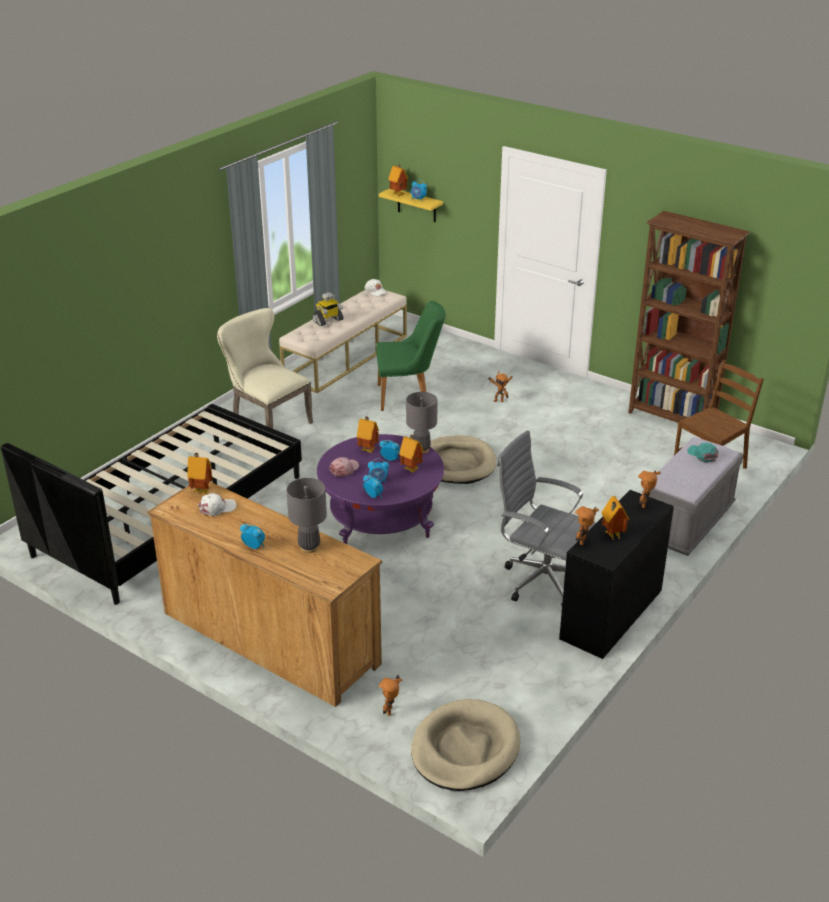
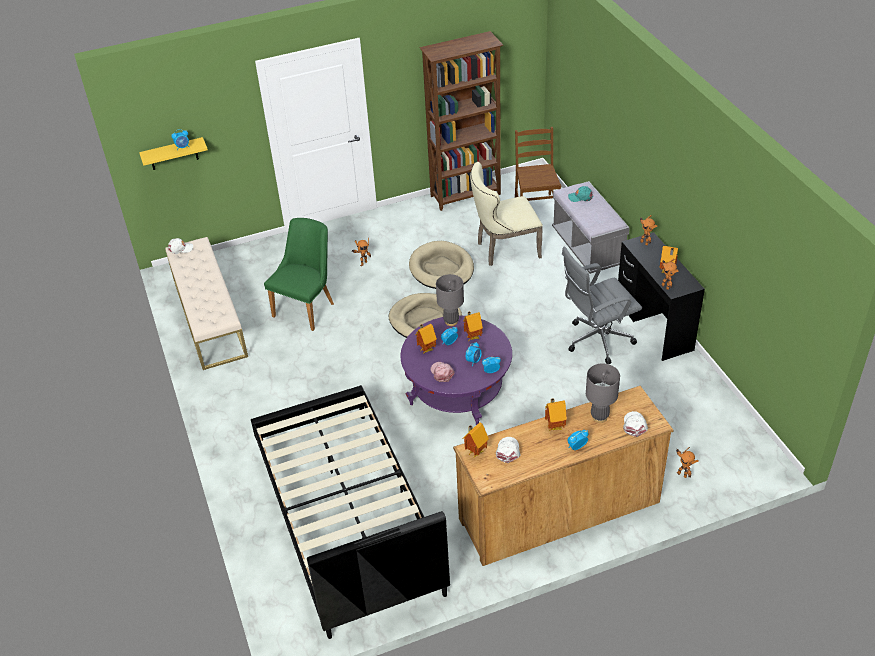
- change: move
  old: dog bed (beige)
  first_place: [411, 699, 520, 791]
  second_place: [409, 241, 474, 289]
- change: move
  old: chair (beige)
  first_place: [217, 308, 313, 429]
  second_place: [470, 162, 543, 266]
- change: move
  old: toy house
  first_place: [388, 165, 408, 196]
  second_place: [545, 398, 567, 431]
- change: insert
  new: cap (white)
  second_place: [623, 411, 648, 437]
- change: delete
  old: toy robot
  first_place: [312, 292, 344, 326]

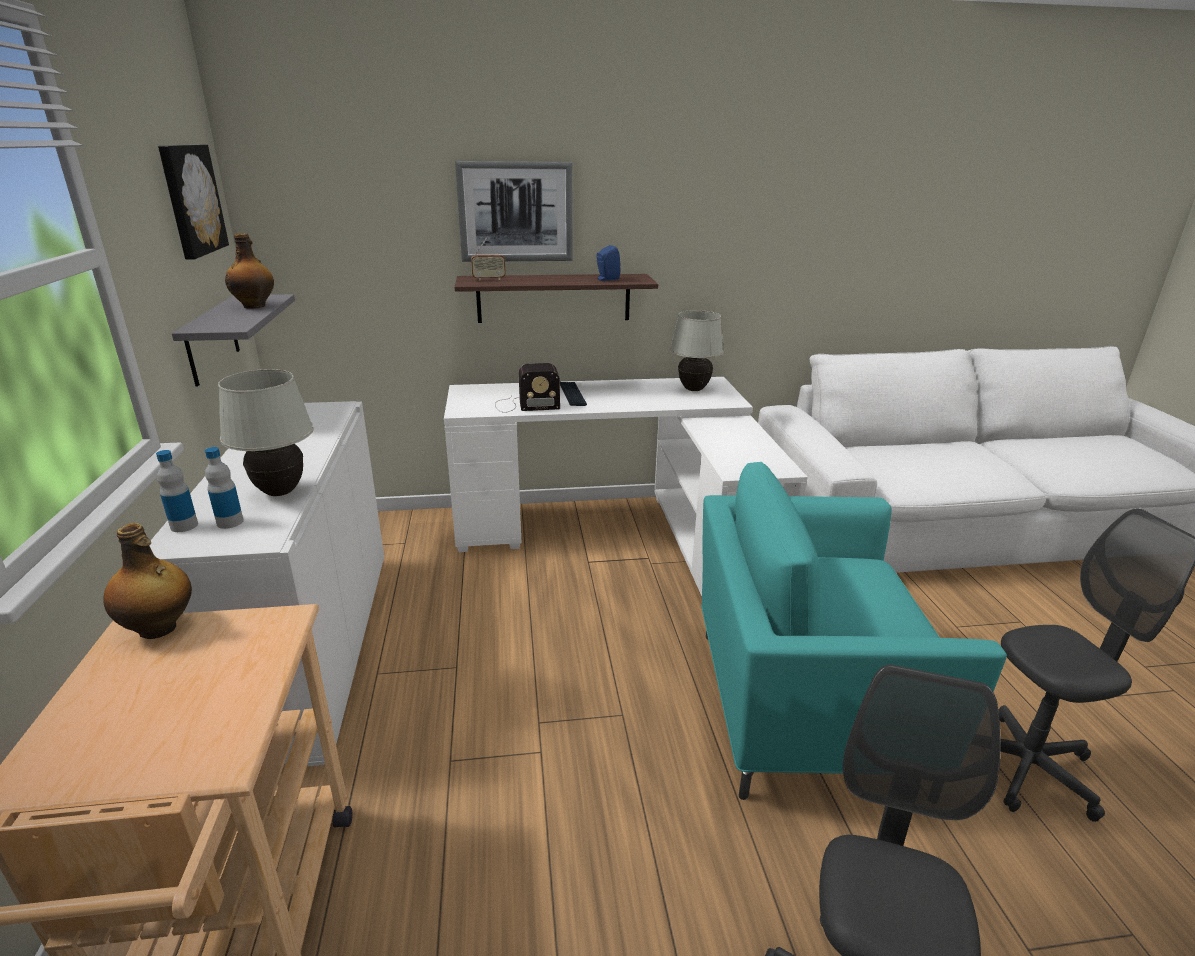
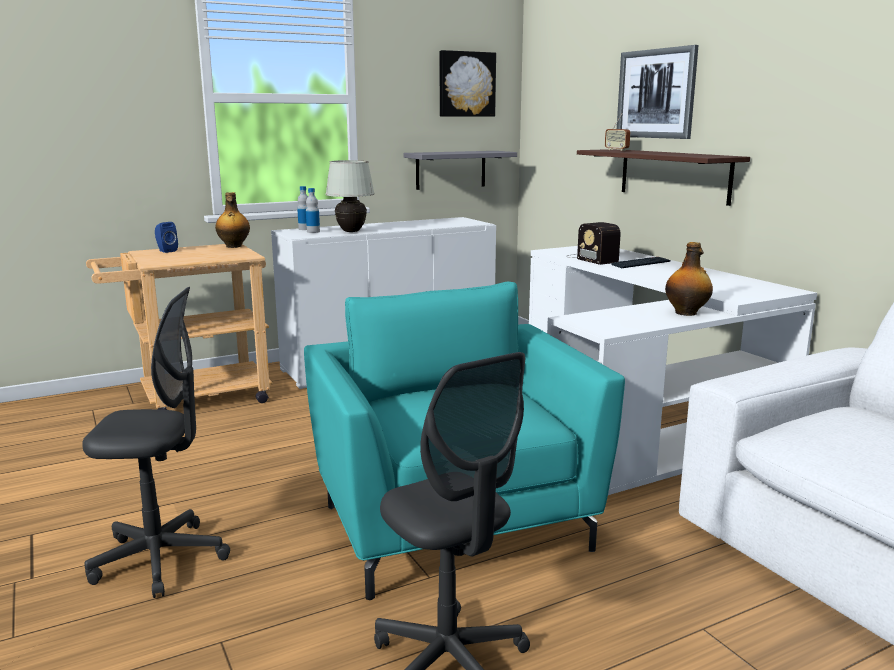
- change: move
  old: speaker (blue)
  first_place: [597, 245, 620, 281]
  second_place: [155, 222, 178, 253]
- change: move
  old: bottle
  first_place: [225, 233, 274, 309]
  second_place: [665, 242, 713, 316]
- change: delete
  old: table lamp (white)
  first_place: [670, 310, 724, 391]

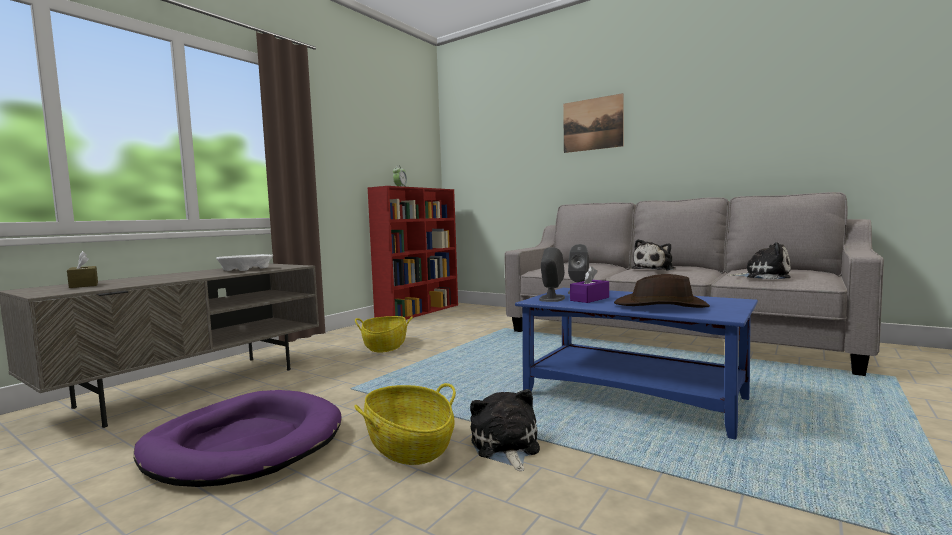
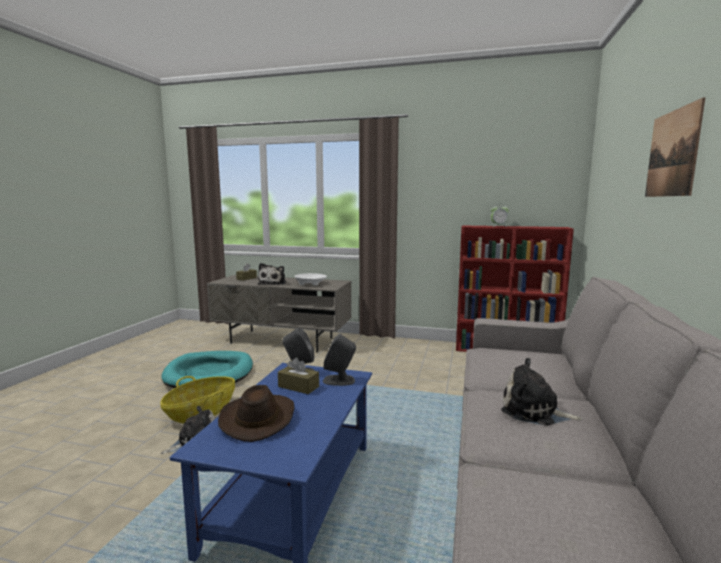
- change: recolor
  old: dog bed (purple)
  new: dog bed (turquoise)
  first_place: [134, 390, 342, 487]
  second_place: [162, 351, 253, 388]
- change: move
  old: plush toy
  first_place: [728, 242, 791, 279]
  second_place: [258, 263, 286, 285]
- change: recolor
  old: tissue box (purple)
  new: tissue box (brown)
  first_place: [570, 266, 609, 303]
  second_place: [278, 357, 319, 394]
- change: delete
  old: basket
  first_place: [355, 316, 413, 352]

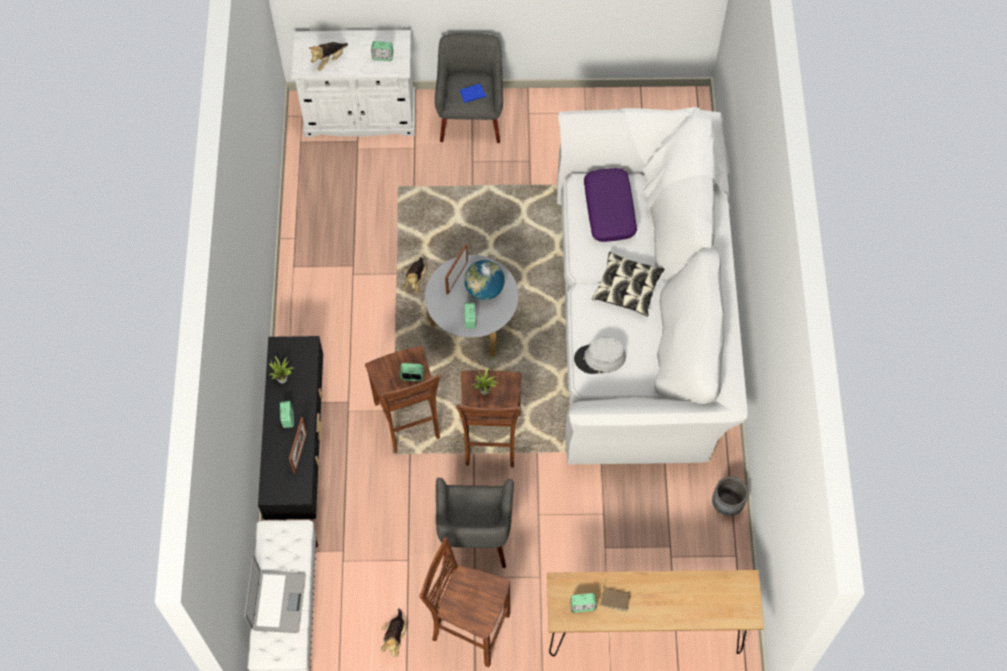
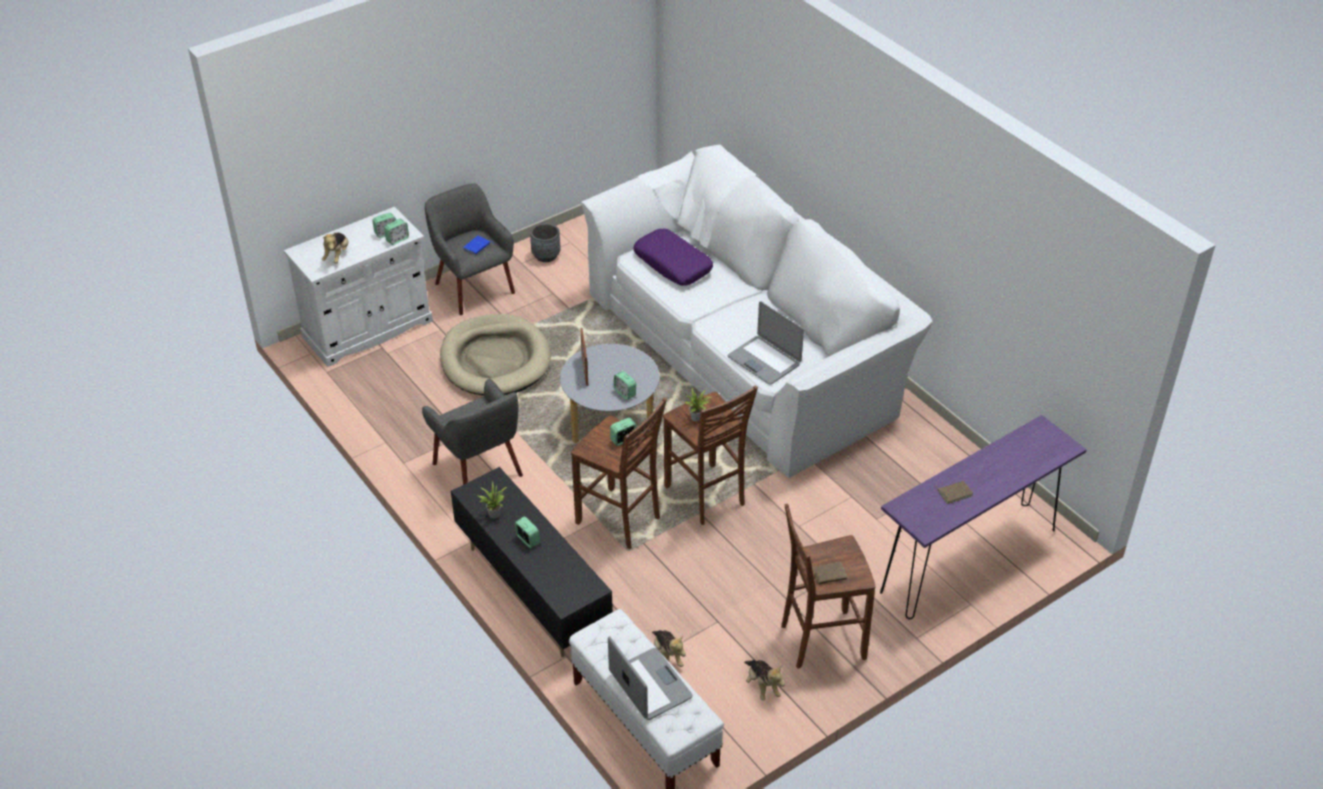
- change: move
  old: alarm clock
  first_place: [570, 593, 596, 613]
  second_place: [384, 219, 409, 245]
- change: move
  old: armchair (grey)
  first_place: [436, 478, 514, 568]
  second_place: [422, 378, 523, 485]
- change: insert
  new: dog bed (beige)
  second_place: [440, 314, 551, 396]
- change: move
  old: planter (grey)
  first_place: [712, 476, 748, 516]
  second_place: [530, 223, 561, 262]
- change: move
  old: plush toy
  first_place: [403, 257, 427, 294]
  second_place: [652, 630, 686, 667]
- change: replace
  old: hat (grey)
  new: laptop
  first_place: [574, 337, 626, 374]
  second_place: [728, 301, 804, 384]
- change: insert
  new: book (brown)
  second_place: [812, 562, 849, 584]
- change: recolor
  old: console table (brown)
  new: console table (purple)
  first_place: [547, 570, 764, 656]
  second_place: [880, 415, 1086, 619]
- change: delete
  old: picture frame
  first_place: [289, 417, 307, 473]
- change: delete
  old: globe
  first_place: [464, 260, 505, 300]
- change: delete
  old: pillow
  first_place: [592, 252, 664, 317]

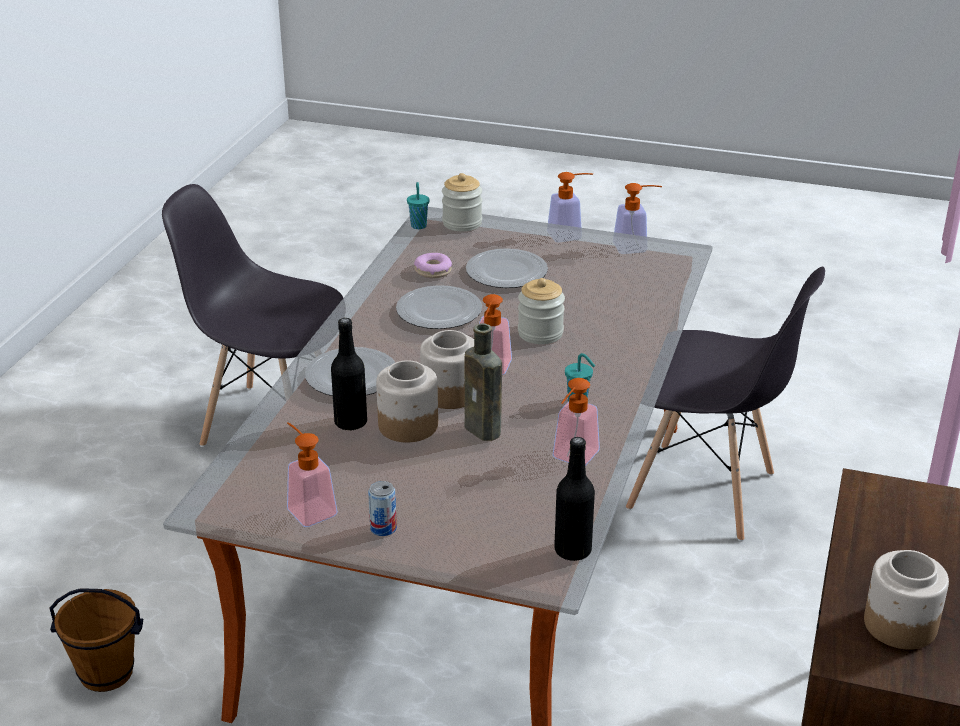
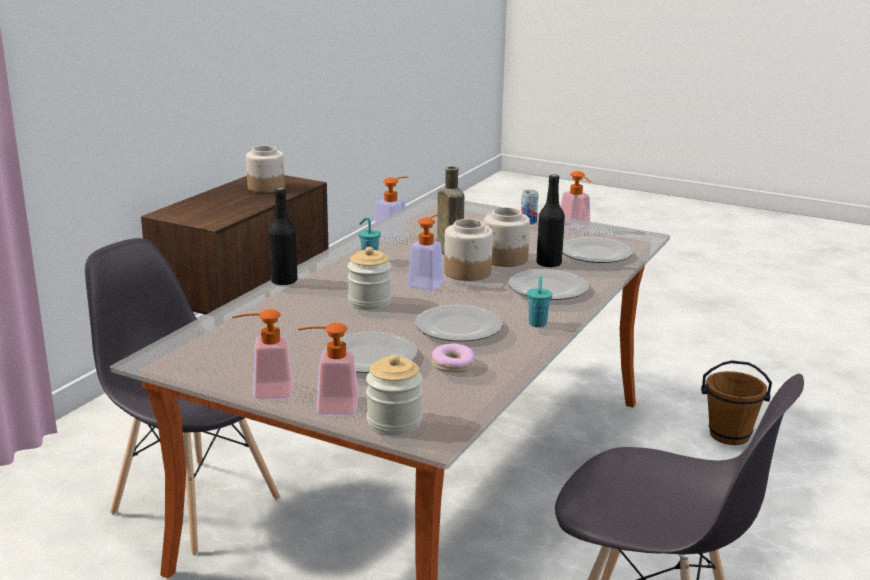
- change: move
  old: bottle (black)
  first_place: [554, 437, 595, 561]
  second_place: [268, 187, 298, 285]
- change: move
  old: soap dispenser
  first_place: [613, 183, 662, 254]
  second_place: [298, 323, 359, 415]
- change: move
  old: cup (turquoise)
  first_place: [407, 182, 430, 229]
  second_place: [527, 276, 552, 327]
- change: insert
  new: plate
  second_place: [562, 237, 633, 263]

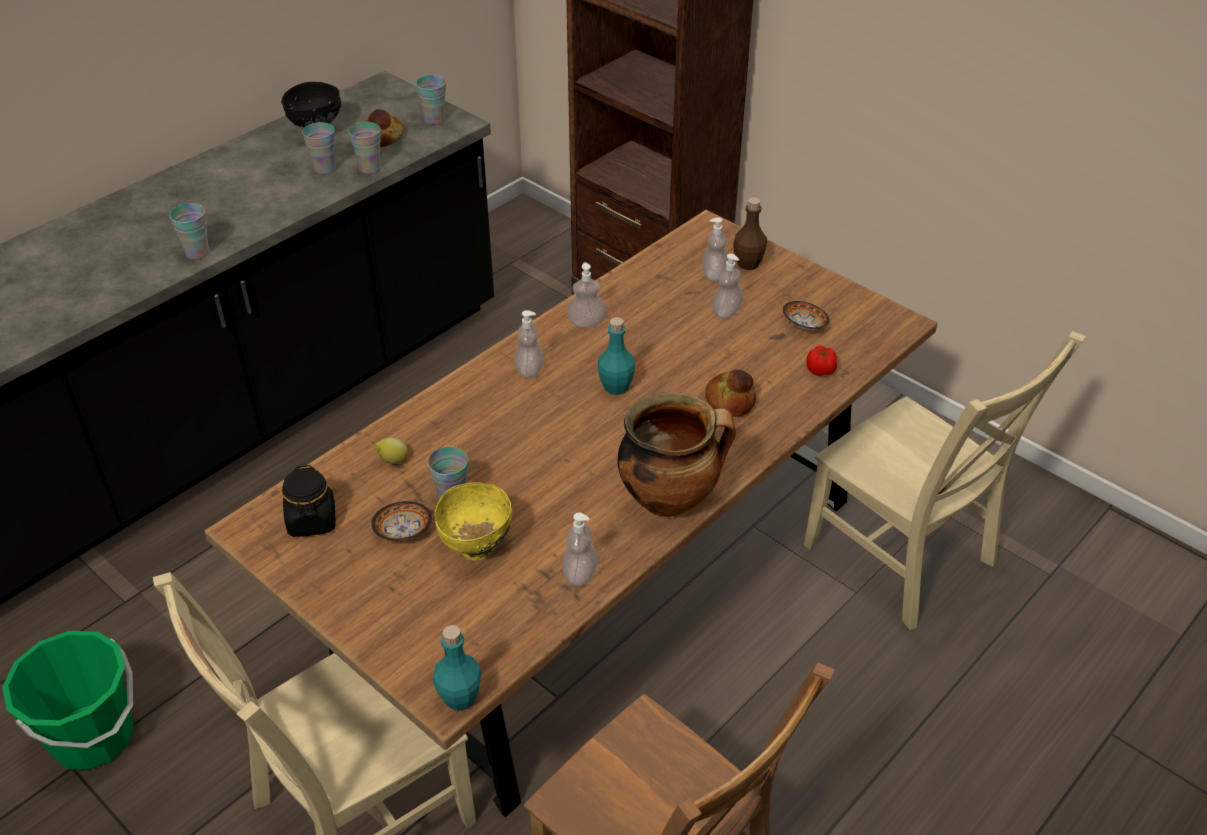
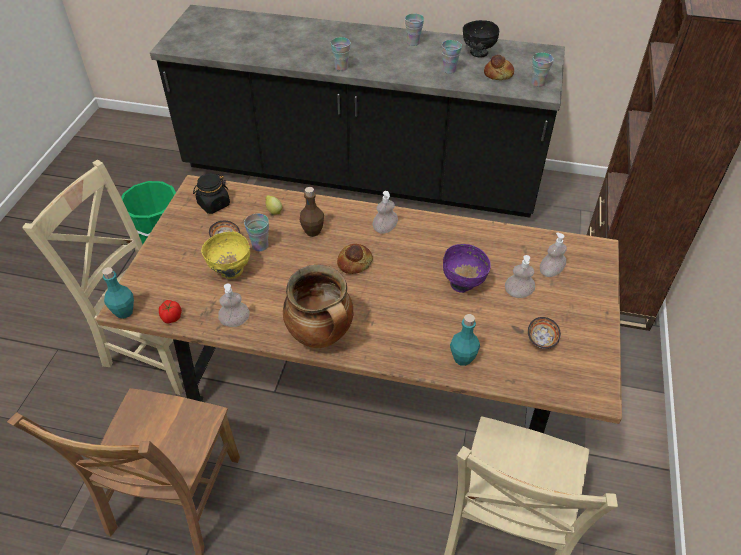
- change: move
  old: tomato
  first_place: [806, 345, 837, 376]
  second_place: [159, 300, 182, 323]
- change: move
  old: bottle (brown)
  first_place: [733, 197, 767, 270]
  second_place: [299, 187, 324, 237]
- change: move
  old: bread
  first_place: [705, 369, 756, 417]
  second_place: [337, 244, 373, 274]
- change: move
  old: cup
  first_place: [348, 122, 381, 174]
  second_place: [405, 14, 424, 46]
- change: insert
  new: bowl (purple)
  second_place: [443, 244, 491, 293]
- change: move
  old: bottle (turquoise)
  first_place: [598, 317, 635, 395]
  second_place: [450, 314, 480, 366]
- change: delete
  old: soap dispenser
  first_place: [567, 262, 607, 328]

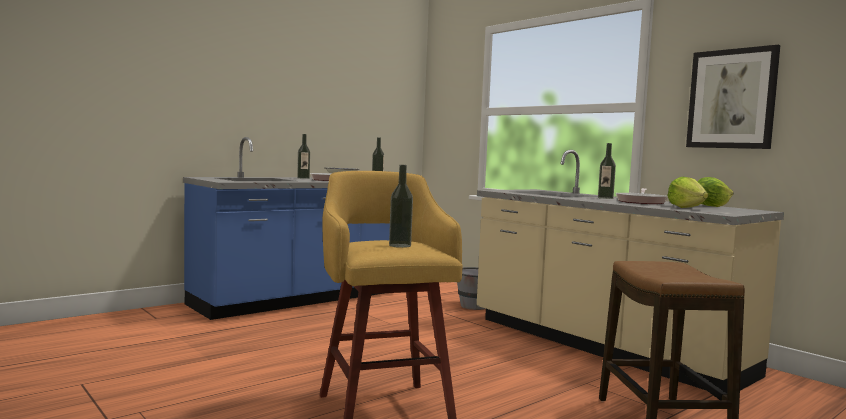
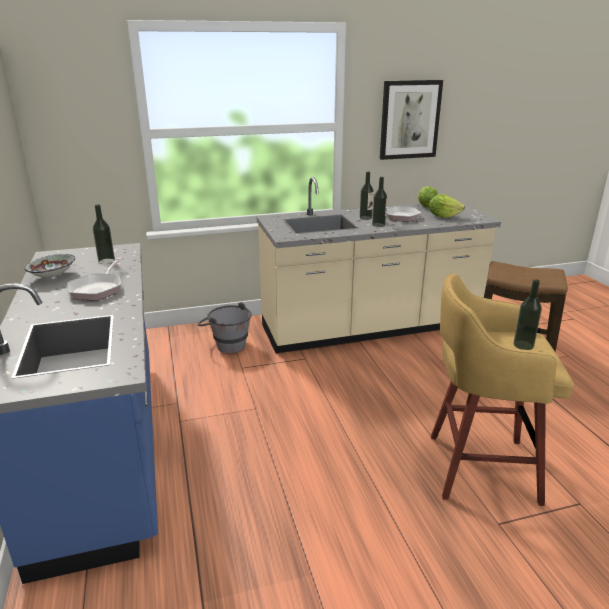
- change: move
  old: bottle
  first_place: [297, 134, 310, 179]
  second_place: [372, 177, 387, 227]

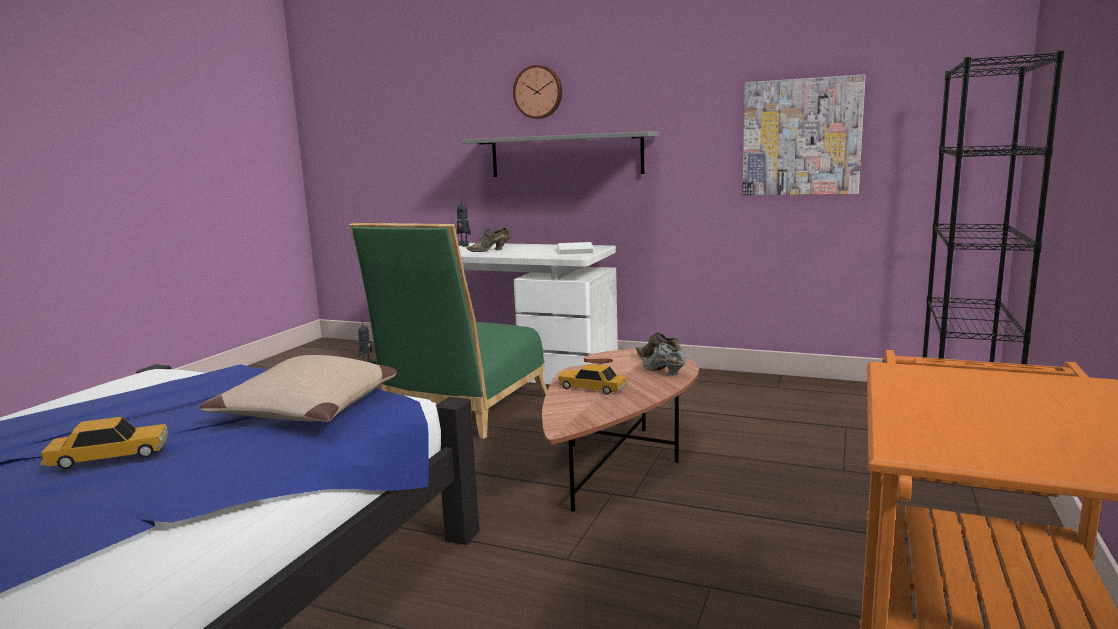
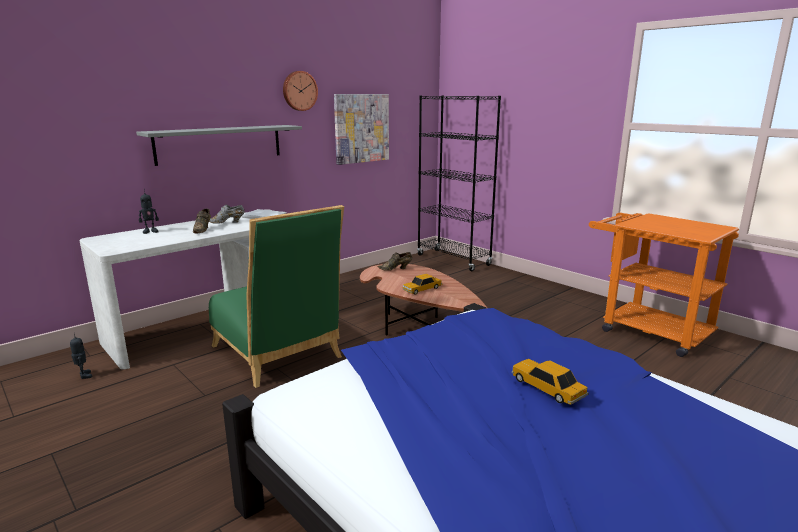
- change: move
  old: shoe (grey)
  first_place: [642, 343, 686, 377]
  second_place: [209, 204, 245, 224]
- change: move
  old: wall clock
  first_place: [513, 65, 562, 119]
  second_place: [283, 71, 318, 111]
- change: rotate
  old: toy car
  first_place: [40, 417, 168, 469]
  second_place: [512, 359, 589, 405]
  degrees: -45
- change: delete
  old: pillow (beige)
  first_place: [200, 355, 397, 422]

